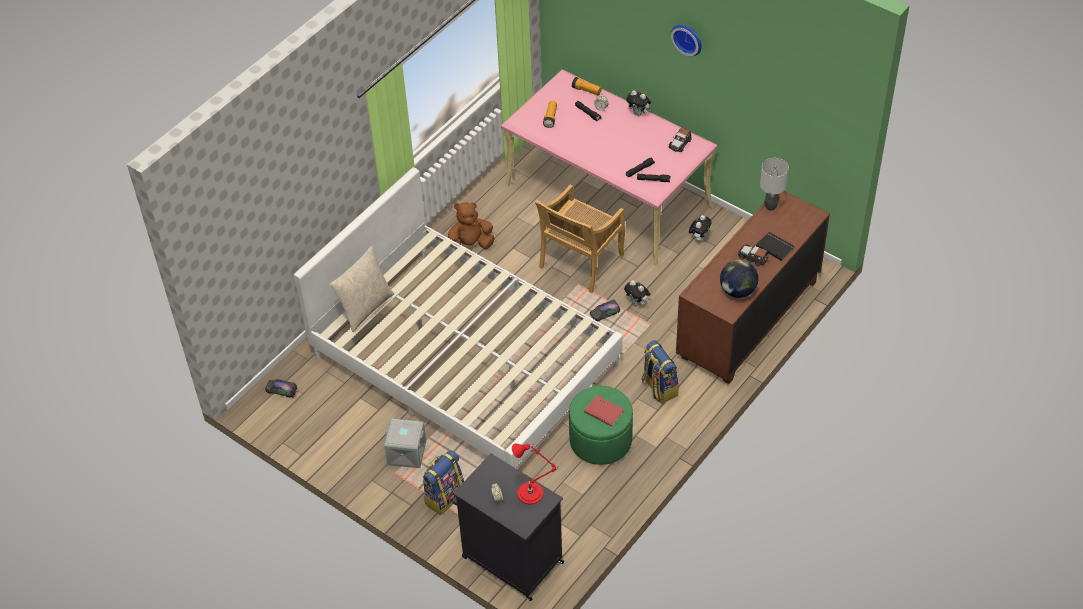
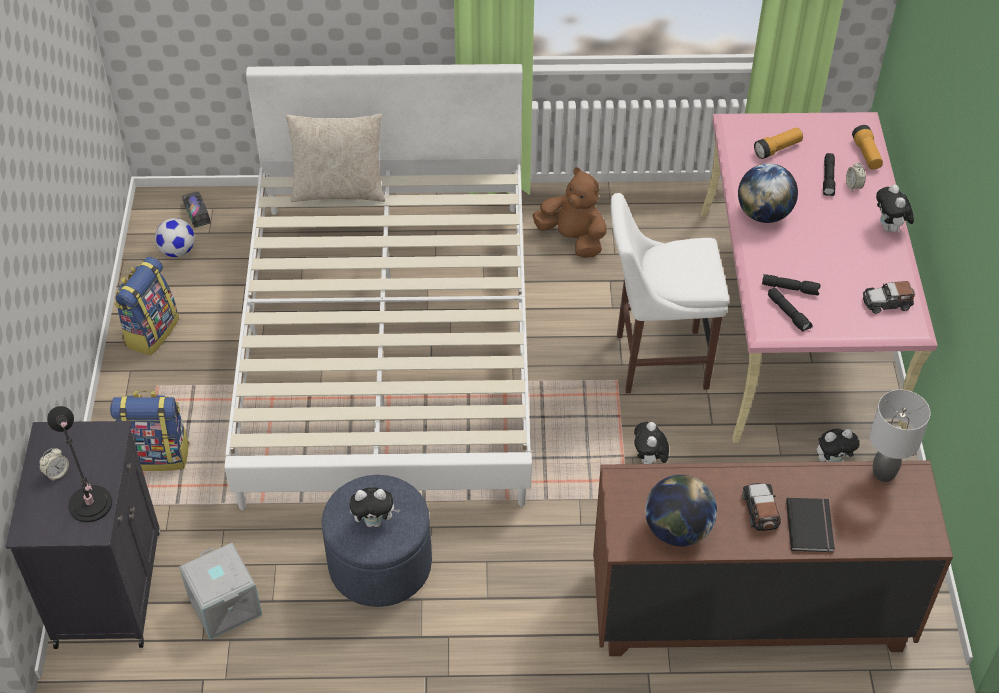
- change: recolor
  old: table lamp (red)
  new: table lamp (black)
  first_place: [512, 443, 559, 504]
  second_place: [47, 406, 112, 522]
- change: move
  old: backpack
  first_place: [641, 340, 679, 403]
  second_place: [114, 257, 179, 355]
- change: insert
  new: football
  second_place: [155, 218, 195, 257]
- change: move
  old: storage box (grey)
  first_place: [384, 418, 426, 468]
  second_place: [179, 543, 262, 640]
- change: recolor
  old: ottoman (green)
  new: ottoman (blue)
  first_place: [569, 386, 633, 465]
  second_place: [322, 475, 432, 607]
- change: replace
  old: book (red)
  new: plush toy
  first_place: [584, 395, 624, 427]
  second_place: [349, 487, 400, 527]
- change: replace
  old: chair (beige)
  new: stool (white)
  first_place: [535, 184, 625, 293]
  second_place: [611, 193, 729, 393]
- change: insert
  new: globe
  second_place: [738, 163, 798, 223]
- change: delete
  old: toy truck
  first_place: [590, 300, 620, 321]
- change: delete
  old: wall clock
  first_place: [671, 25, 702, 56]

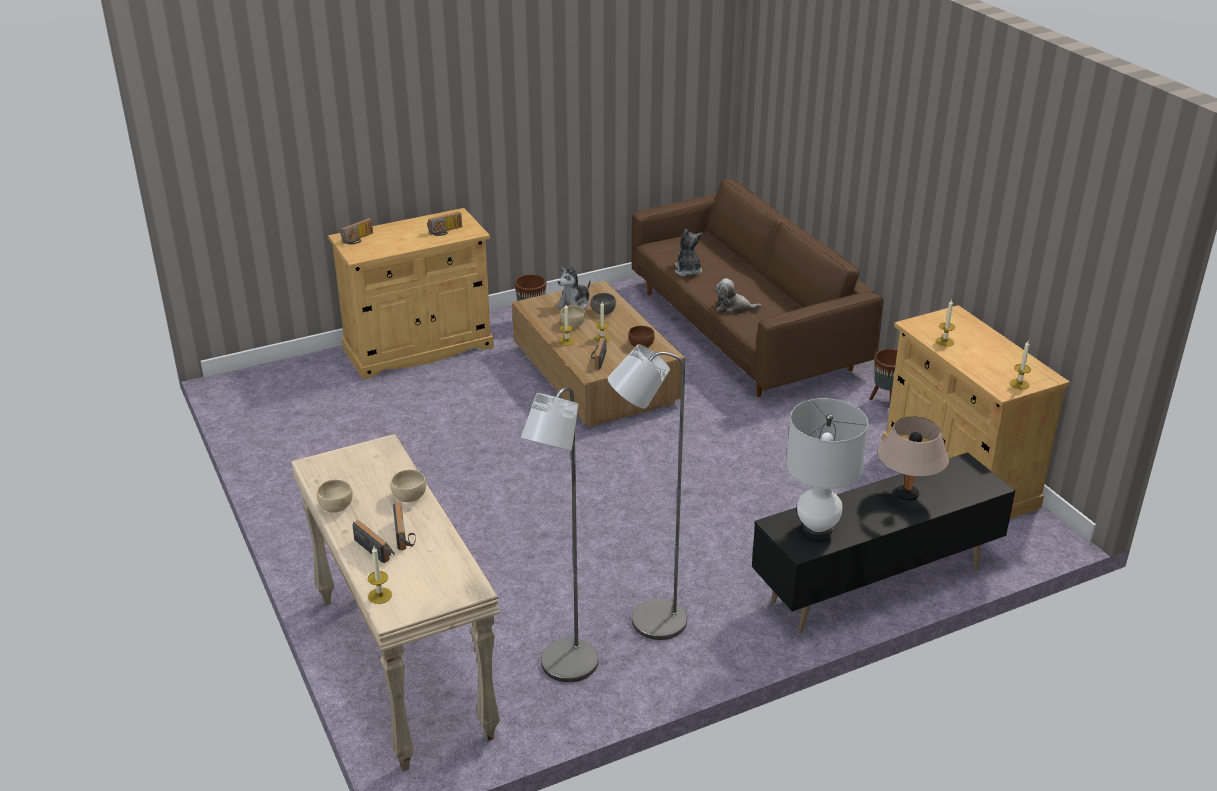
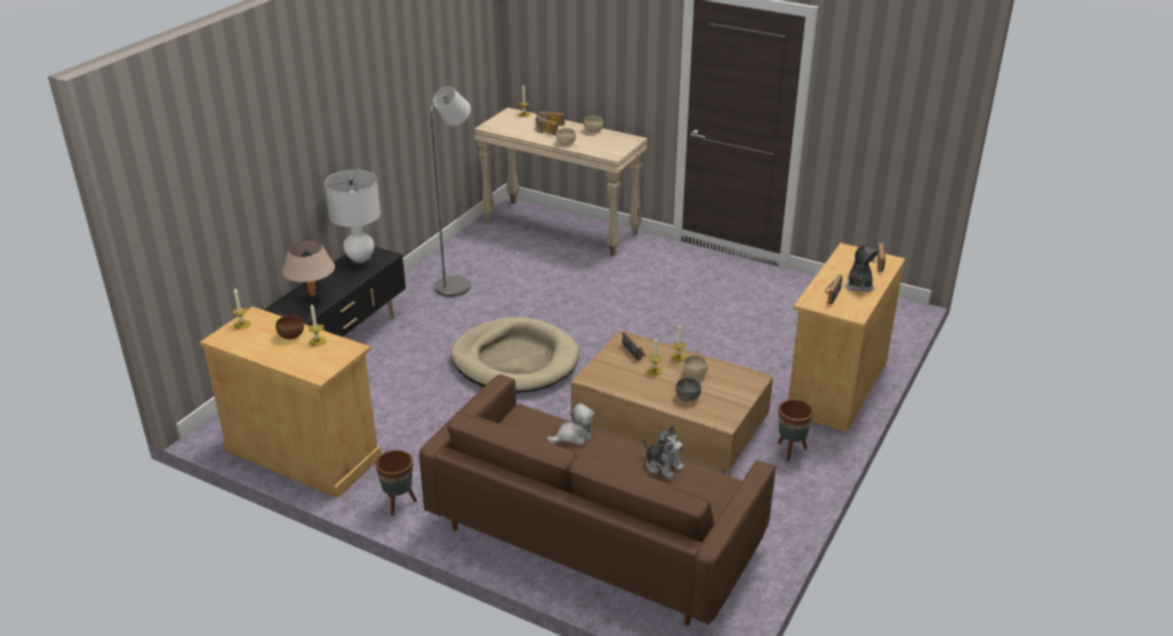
- change: move
  old: bowl (brown)
  first_place: [628, 326, 655, 348]
  second_place: [276, 315, 304, 339]
- change: insert
  new: dog bed (beige)
  second_place: [451, 317, 579, 393]
- change: move
  old: plush toy
  first_place: [557, 266, 590, 309]
  second_place: [844, 243, 879, 292]
- change: delete
  old: floor lamp (grey)
  first_place: [521, 387, 598, 682]

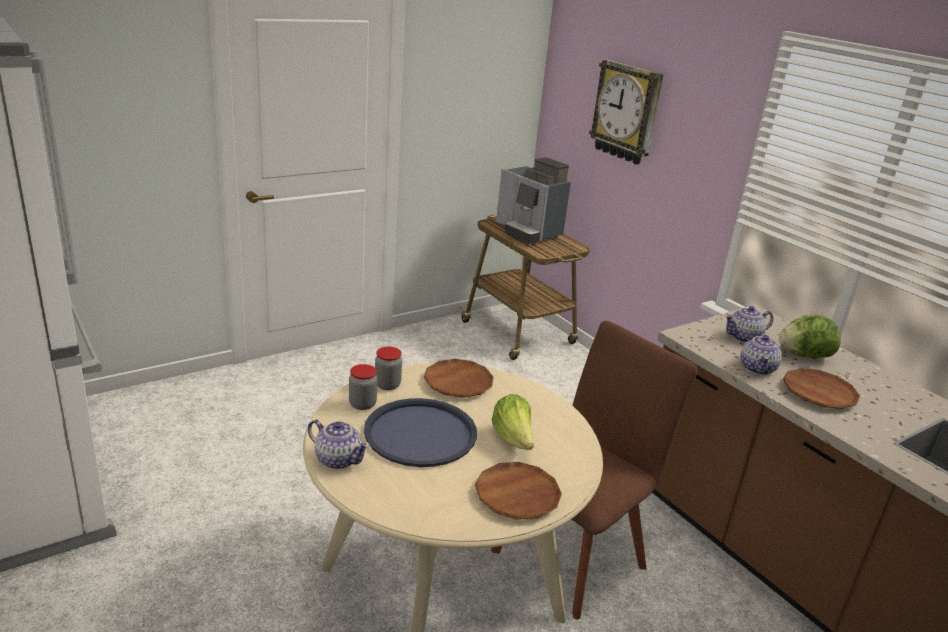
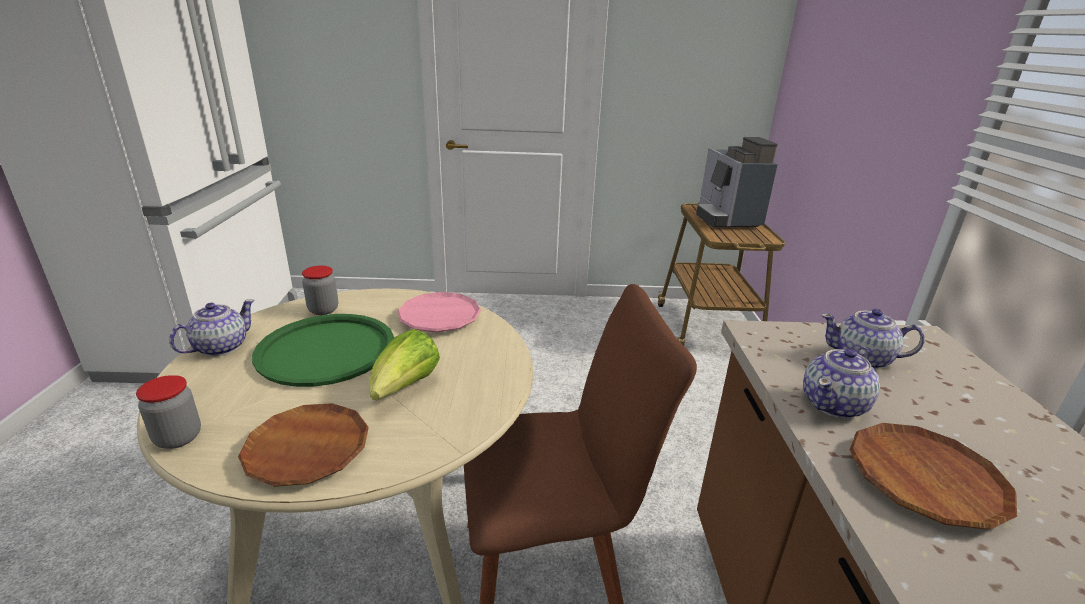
- change: move
  old: jar
  first_place: [375, 347, 402, 390]
  second_place: [136, 375, 201, 449]
- change: rotate
  old: teapot
  first_place: [308, 419, 370, 469]
  second_place: [169, 299, 255, 356]
  degrees: -120
- change: recolor
  old: tray (blue)
  new: tray (green)
  first_place: [364, 398, 477, 467]
  second_place: [252, 314, 394, 387]
- change: recolor
  old: plate (brown)
  new: plate (pink)
  first_place: [424, 359, 494, 398]
  second_place: [397, 292, 481, 332]
- change: delete
  old: wall clock
  first_place: [589, 59, 664, 165]
- change: delete
  old: lettuce
  first_place: [779, 315, 841, 358]

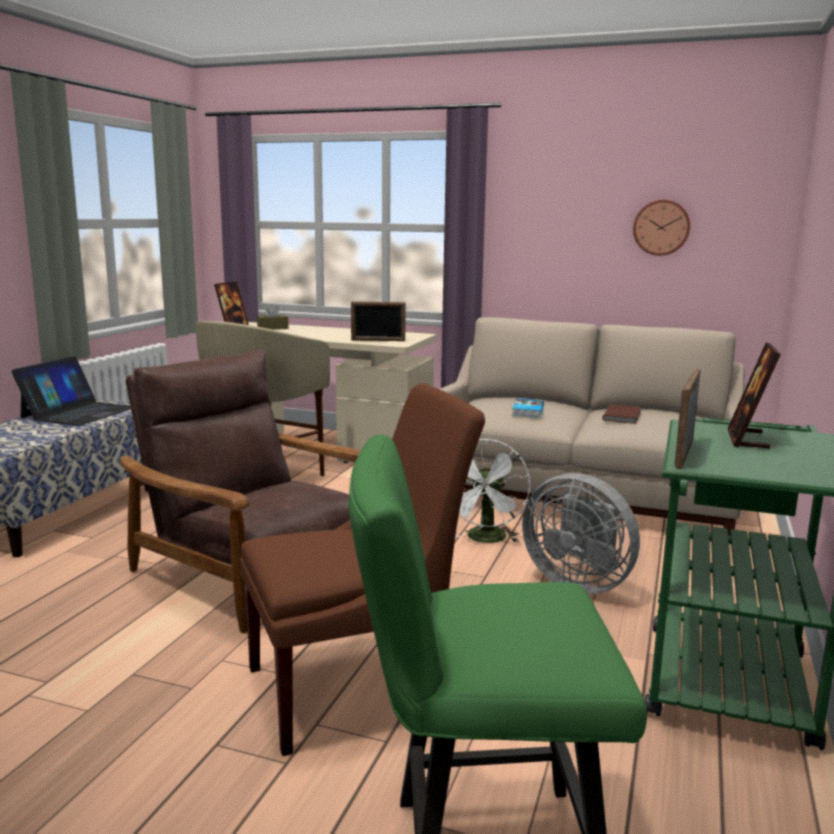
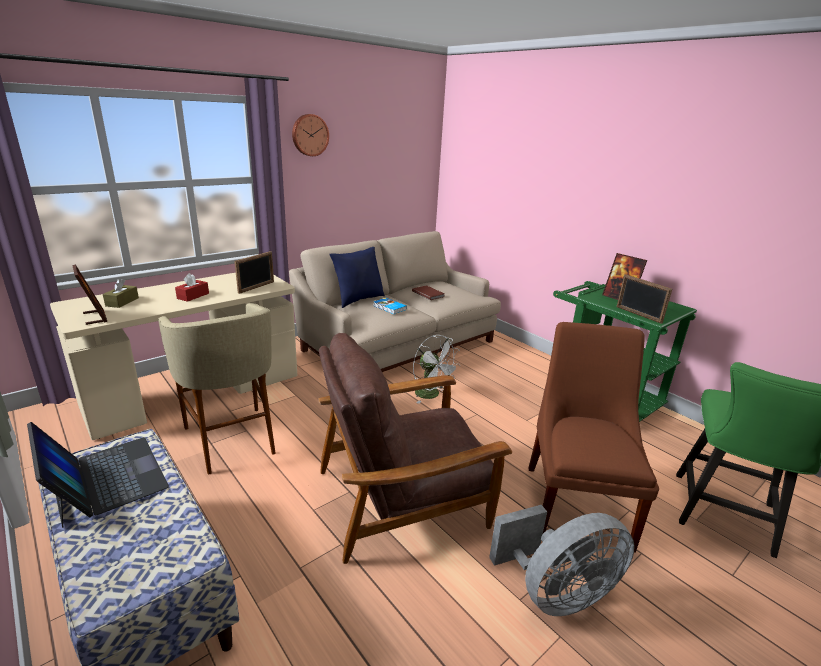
- change: insert
  new: tissue box (red)
  second_place: [175, 273, 209, 302]
- change: move
  old: wall clock
  first_place: [633, 200, 690, 256]
  second_place: [292, 114, 329, 156]
- change: insert
  new: pillow (blue)
  second_place: [329, 247, 385, 308]
- change: move
  old: fan (grey)
  first_place: [522, 473, 640, 594]
  second_place: [489, 505, 635, 616]

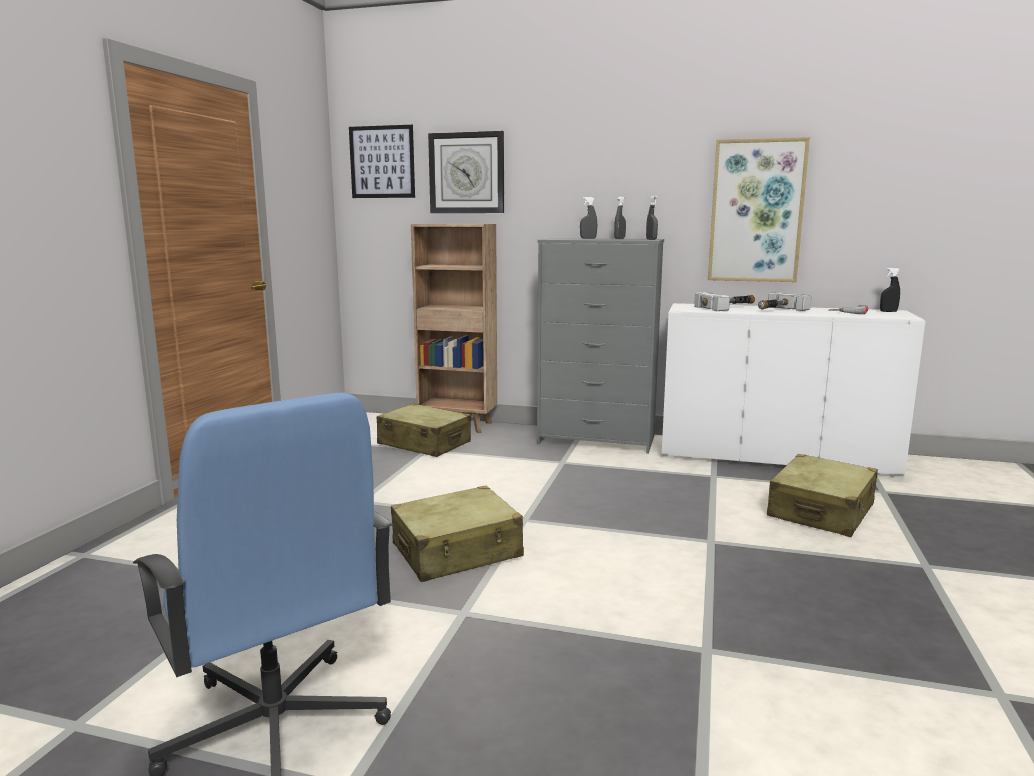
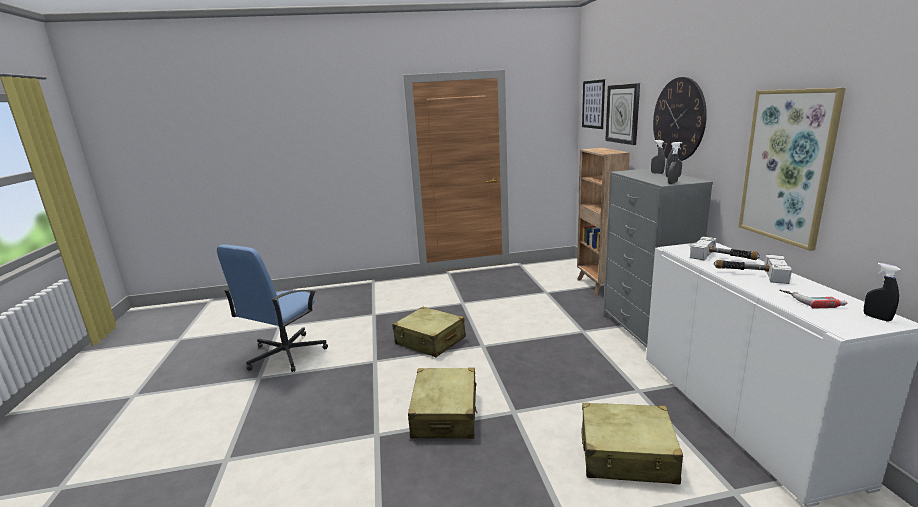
- change: move
  old: suitcase (beige)
  first_place: [377, 403, 471, 457]
  second_place: [408, 368, 478, 439]
- change: insert
  new: wall clock
  second_place: [653, 77, 707, 161]

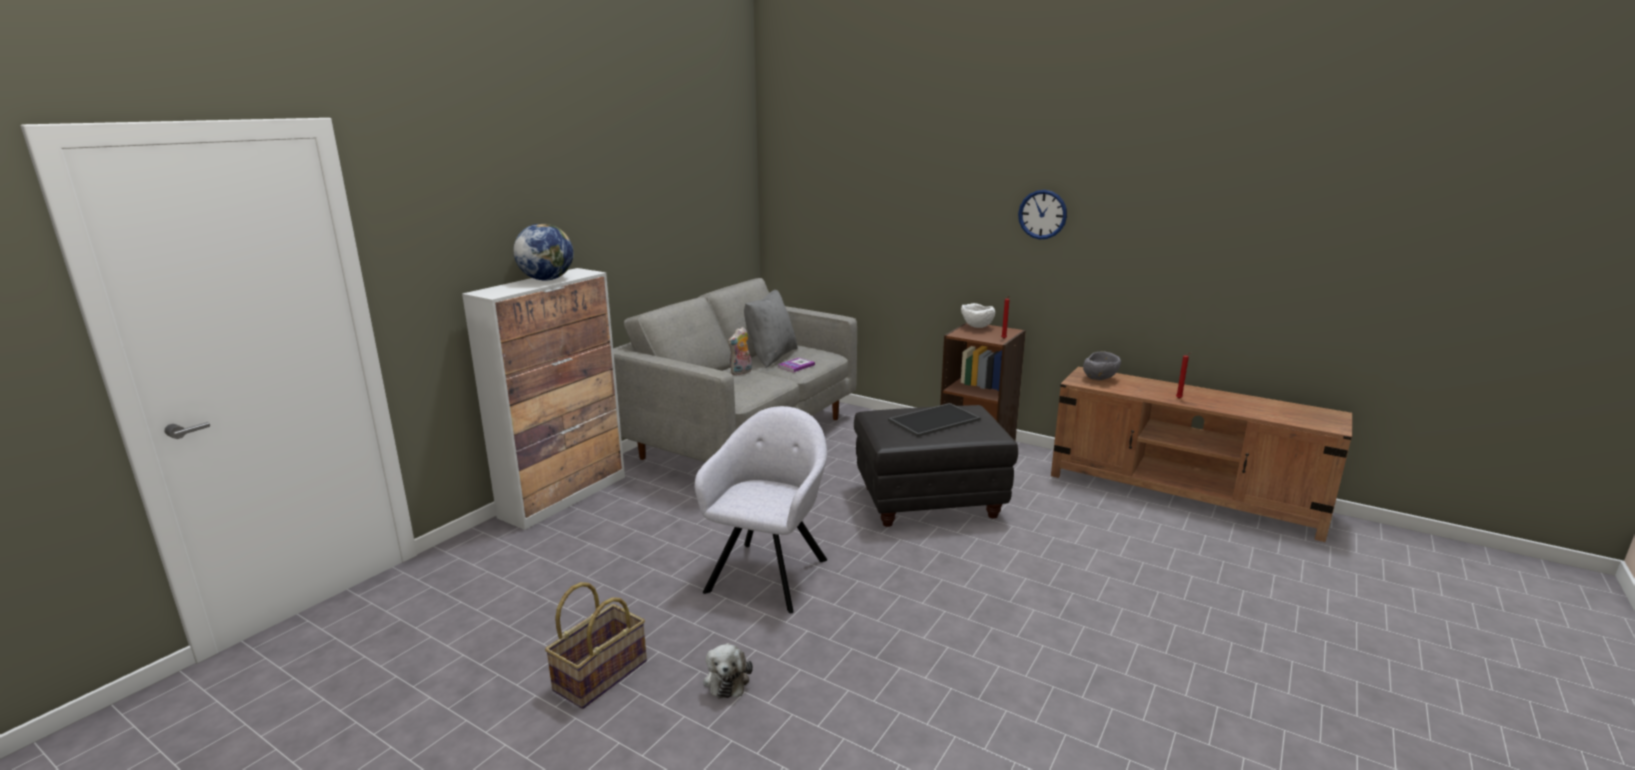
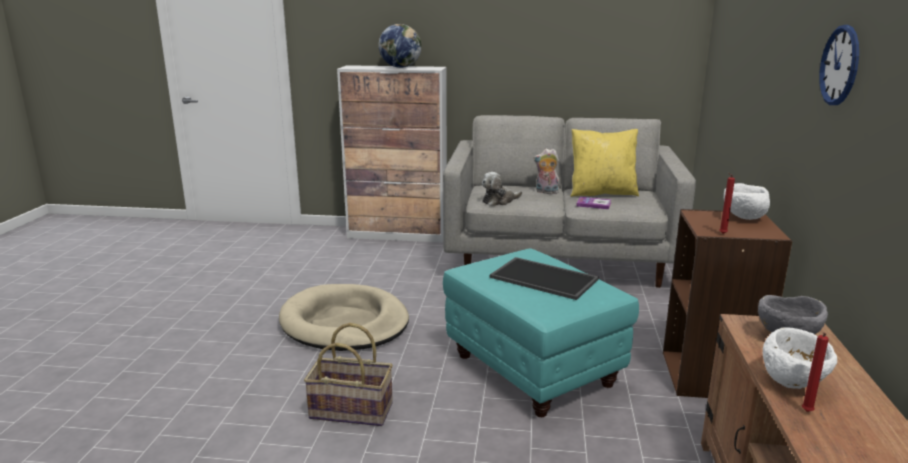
- change: replace
  old: armchair (grey)
  new: dog bed (beige)
  first_place: [695, 406, 827, 613]
  second_place: [279, 284, 409, 351]
- change: move
  old: basket
  first_place: [545, 582, 647, 709]
  second_place: [304, 323, 393, 426]
- change: recolor
  old: ottoman (black)
  new: ottoman (turquoise)
  first_place: [854, 405, 1018, 527]
  second_place: [443, 248, 639, 417]
- change: move
  old: plush toy
  first_place: [703, 643, 753, 698]
  second_place: [482, 172, 522, 206]
- change: recolor
  old: pillow (grey)
  new: pillow (yellow)
  first_place: [744, 290, 798, 368]
  second_place: [570, 129, 639, 197]
- change: insert
  new: bowl (white)
  second_place: [763, 328, 837, 389]

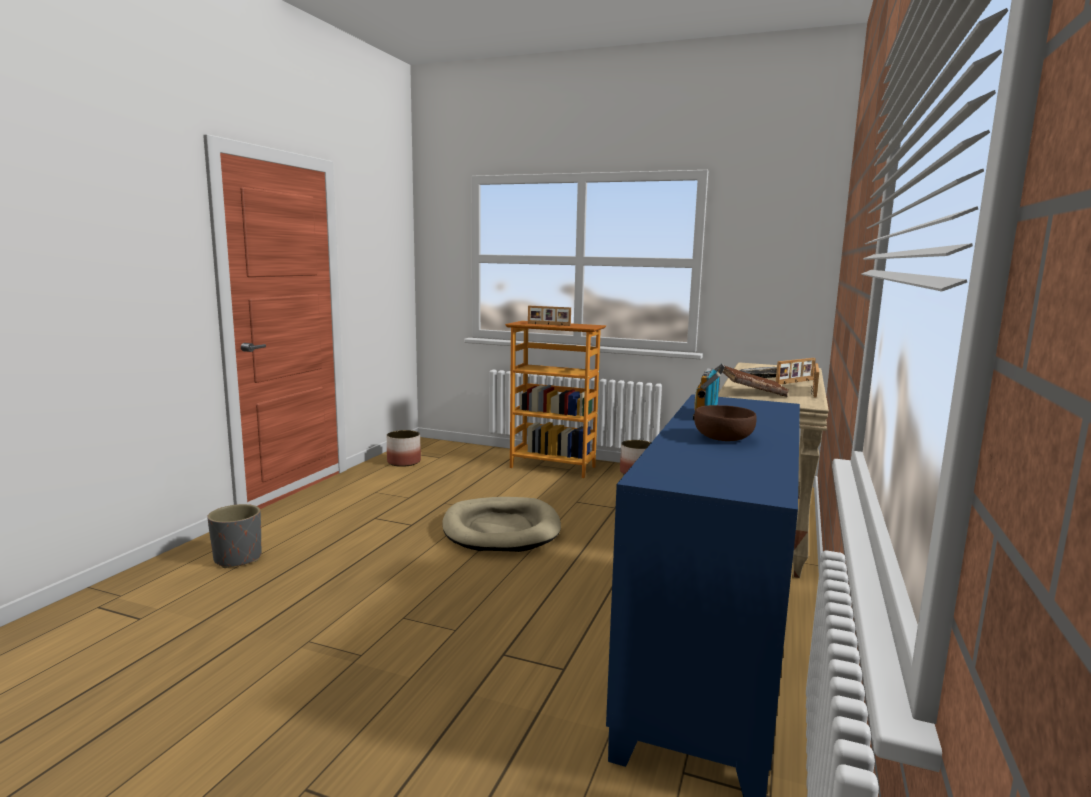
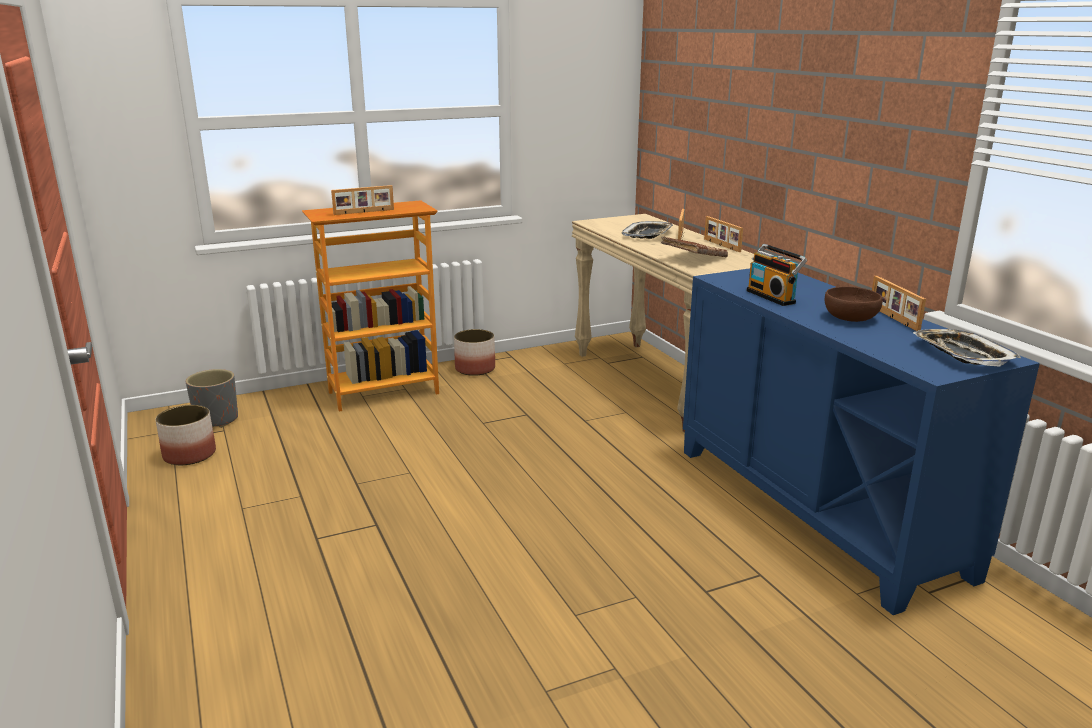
- change: move
  old: planter (grey)
  first_place: [207, 504, 262, 568]
  second_place: [186, 369, 238, 428]
- change: insert
  new: picture frame
  second_place: [872, 276, 926, 331]
- change: insert
  new: tray
  second_place: [913, 329, 1021, 367]
- change: delete
  old: dog bed (beige)
  first_place: [442, 497, 561, 552]

